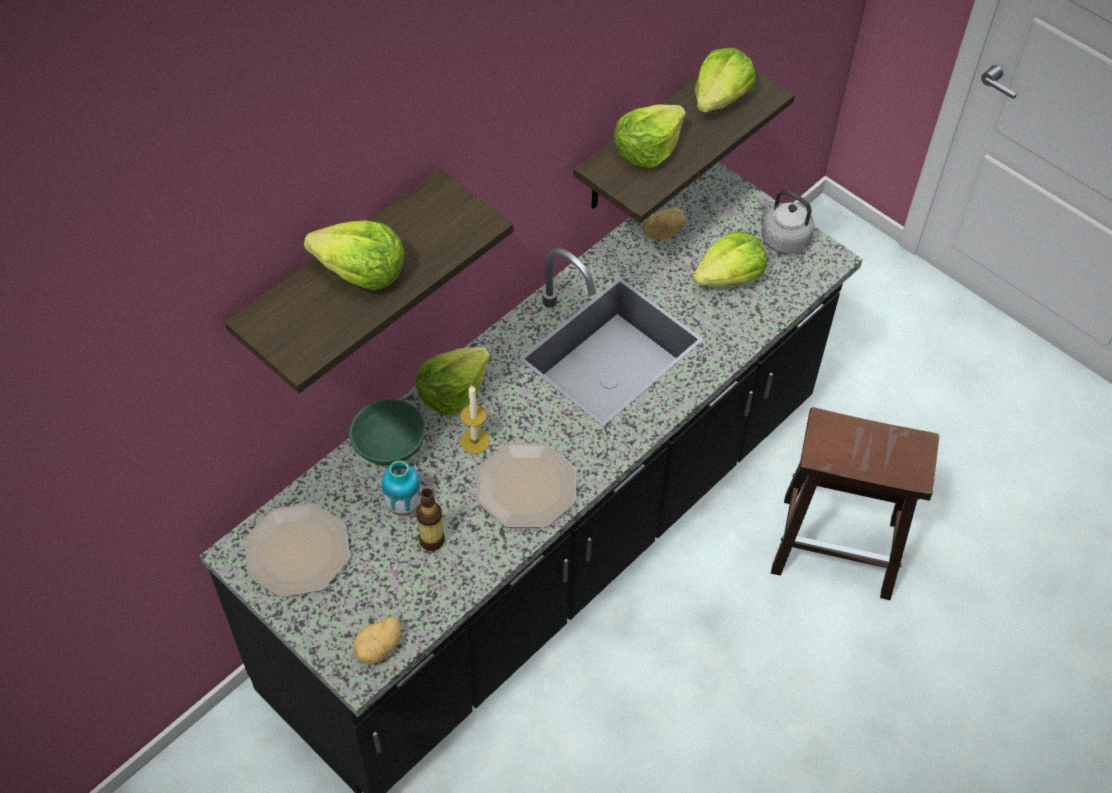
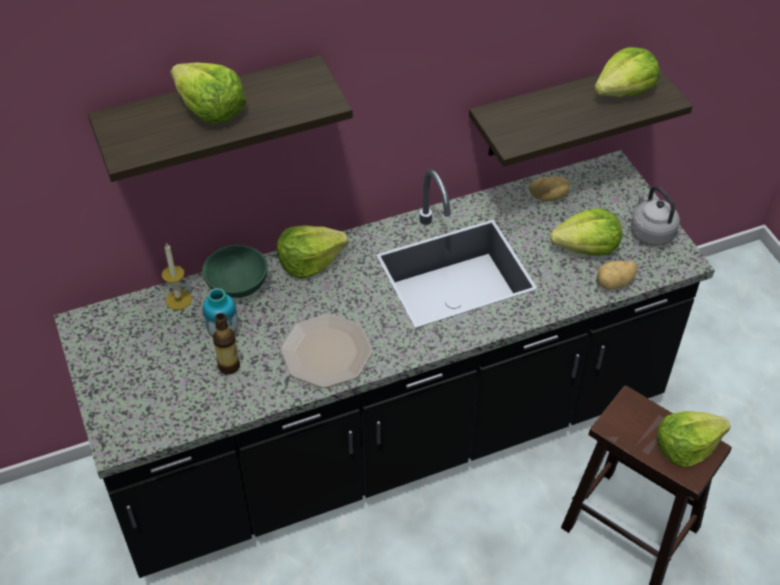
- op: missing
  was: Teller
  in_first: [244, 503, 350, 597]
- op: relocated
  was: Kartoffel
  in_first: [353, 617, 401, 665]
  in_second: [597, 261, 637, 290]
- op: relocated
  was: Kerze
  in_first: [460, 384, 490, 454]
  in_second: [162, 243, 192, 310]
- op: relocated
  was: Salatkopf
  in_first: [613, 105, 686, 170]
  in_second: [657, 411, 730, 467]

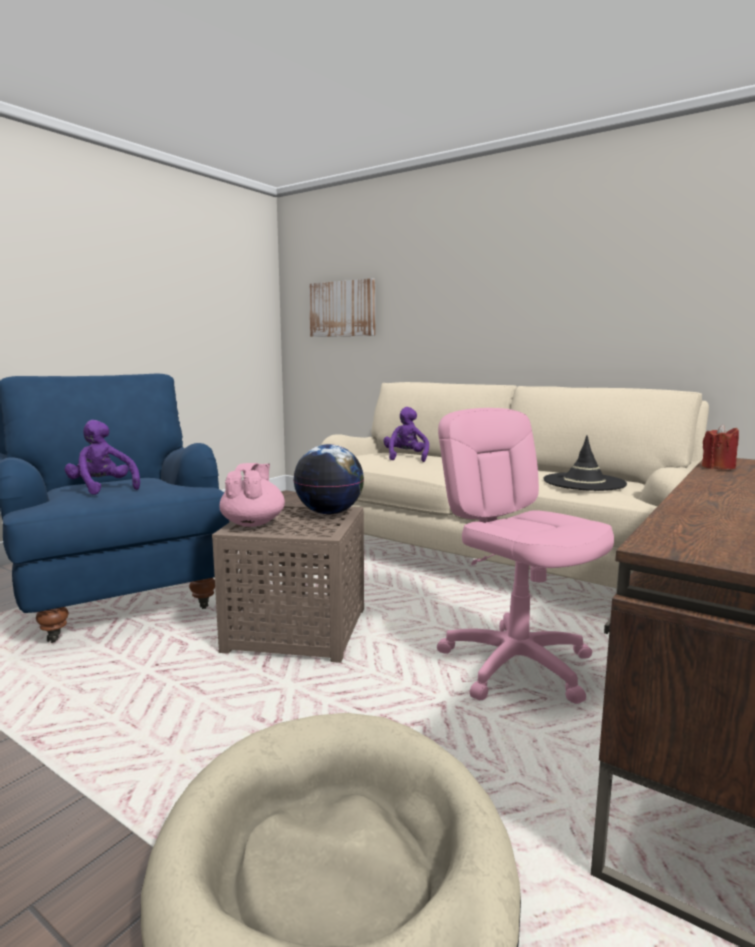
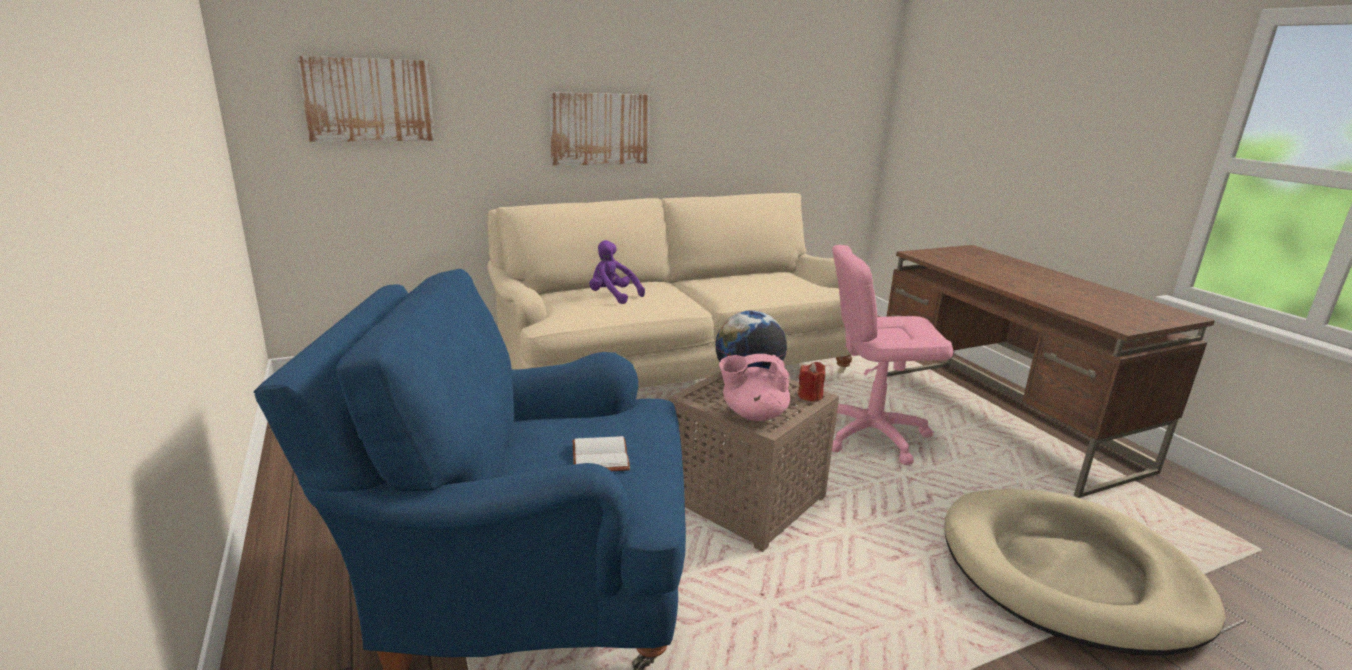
- op: exchanged
  was: Plüschtier (lila)
  now: Buch (weiß)
  in_first: [64, 420, 140, 495]
  in_second: [573, 436, 630, 471]
- op: spun
  was: Teekanne (rosa)
  in_first: [219, 463, 285, 527]
  in_second: [719, 354, 790, 421]
  clockwise: -45
- op: missing
  was: Hut (schwarz)
  in_first: [543, 435, 627, 491]
- op: relocated
  was: Kerze (rot)
  in_first: [702, 424, 739, 470]
  in_second: [798, 362, 825, 402]
- op: appeared
  now: Bild
  in_second: [550, 92, 651, 166]

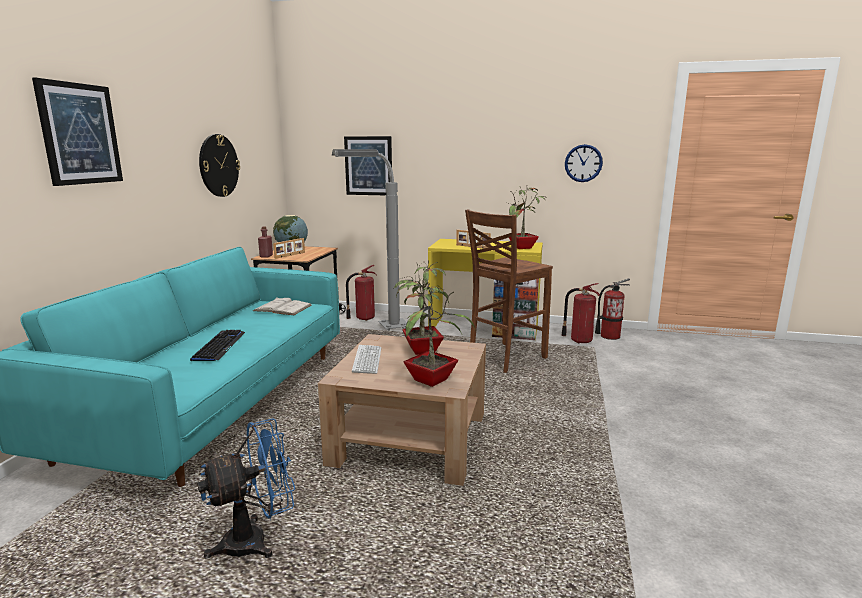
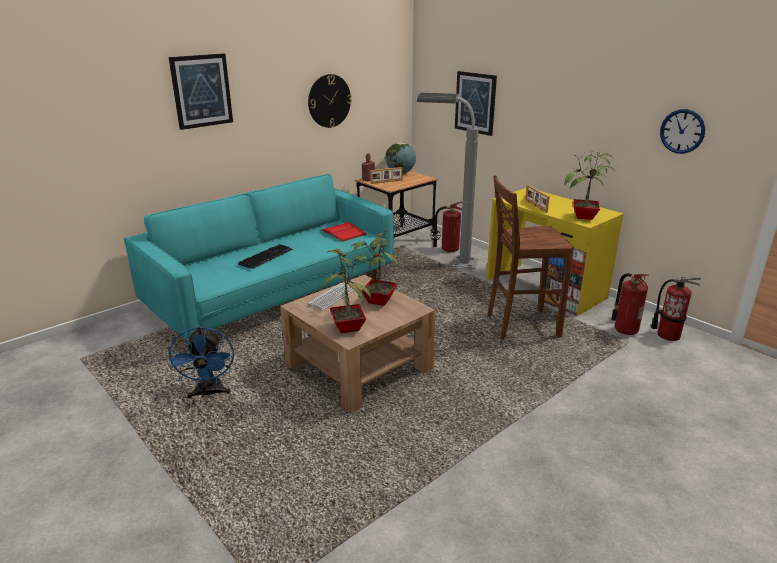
- op: spun
  was: Ventilator (blau)
  in_first: [197, 418, 295, 559]
  in_second: [169, 326, 234, 398]
  clockwise: 75
- op: colour
  was: Buch (weiß)
  now: Buch (rot)
  in_first: [253, 297, 312, 315]
  in_second: [321, 222, 367, 242]

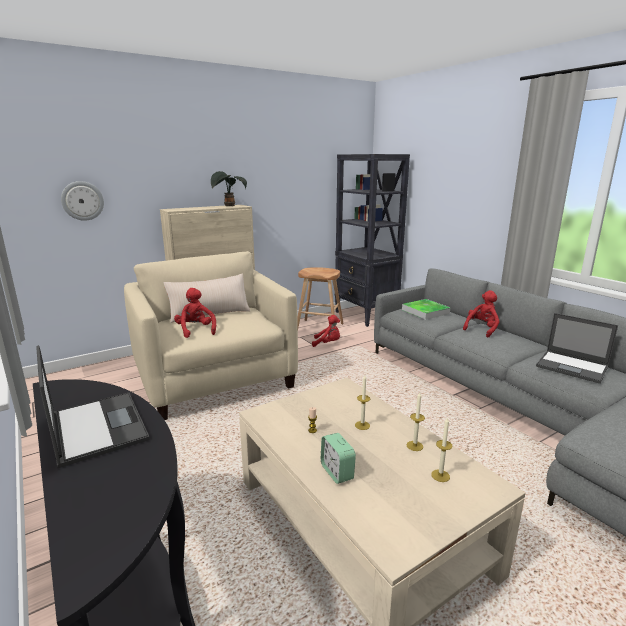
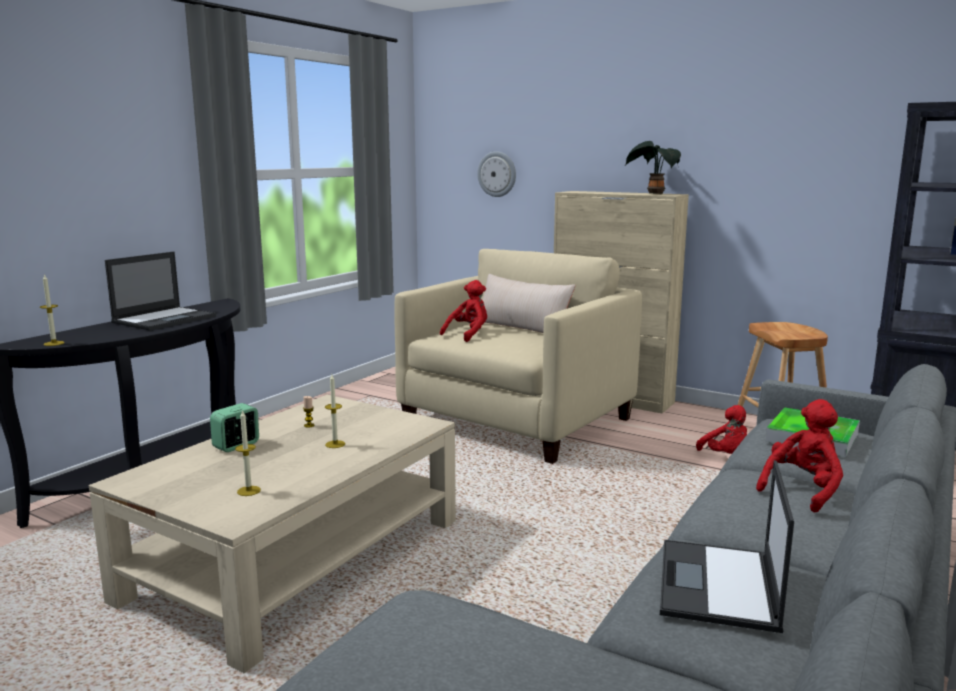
- op: relocated
  was: Kerze
  in_first: [407, 392, 425, 451]
  in_second: [40, 274, 65, 346]
- op: spun
  was: Plüschtier (rot)
  in_first: [463, 290, 500, 338]
  in_second: [756, 399, 843, 513]
  clockwise: -60

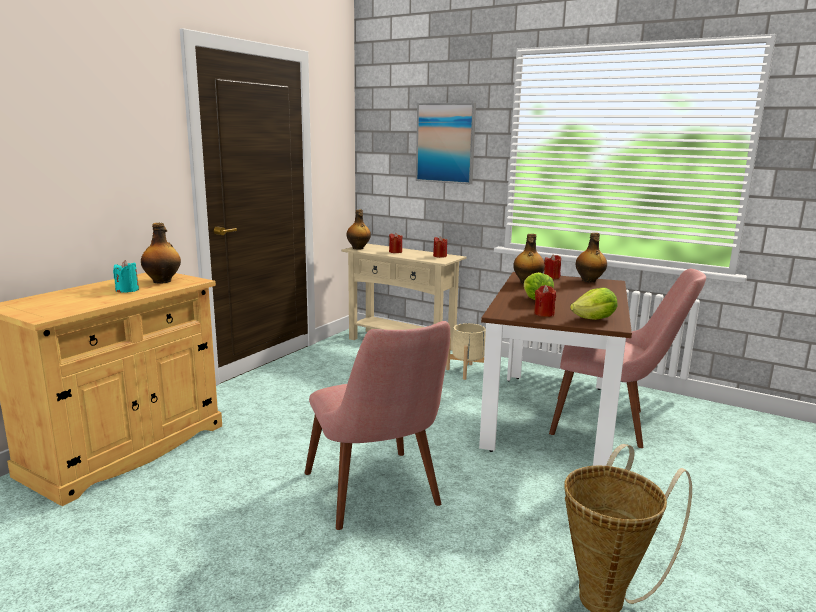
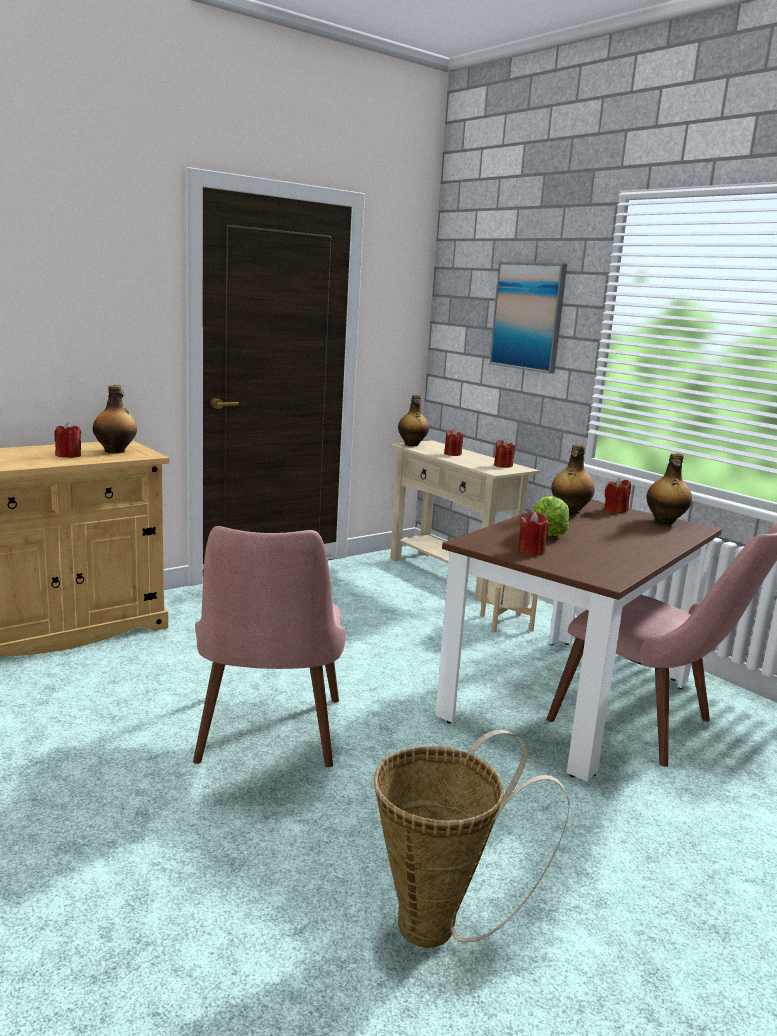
- op: colour
  was: Kerze (türkis)
  now: Kerze (rot)
  in_first: [113, 260, 139, 293]
  in_second: [55, 422, 81, 458]
- op: missing
  was: Salatkopf
  in_first: [570, 288, 617, 320]

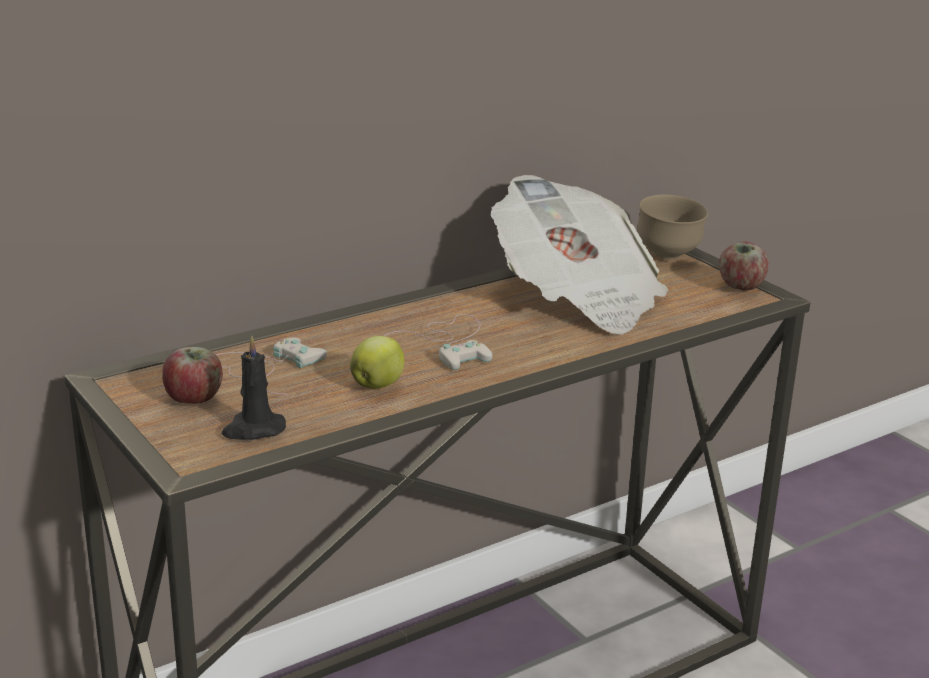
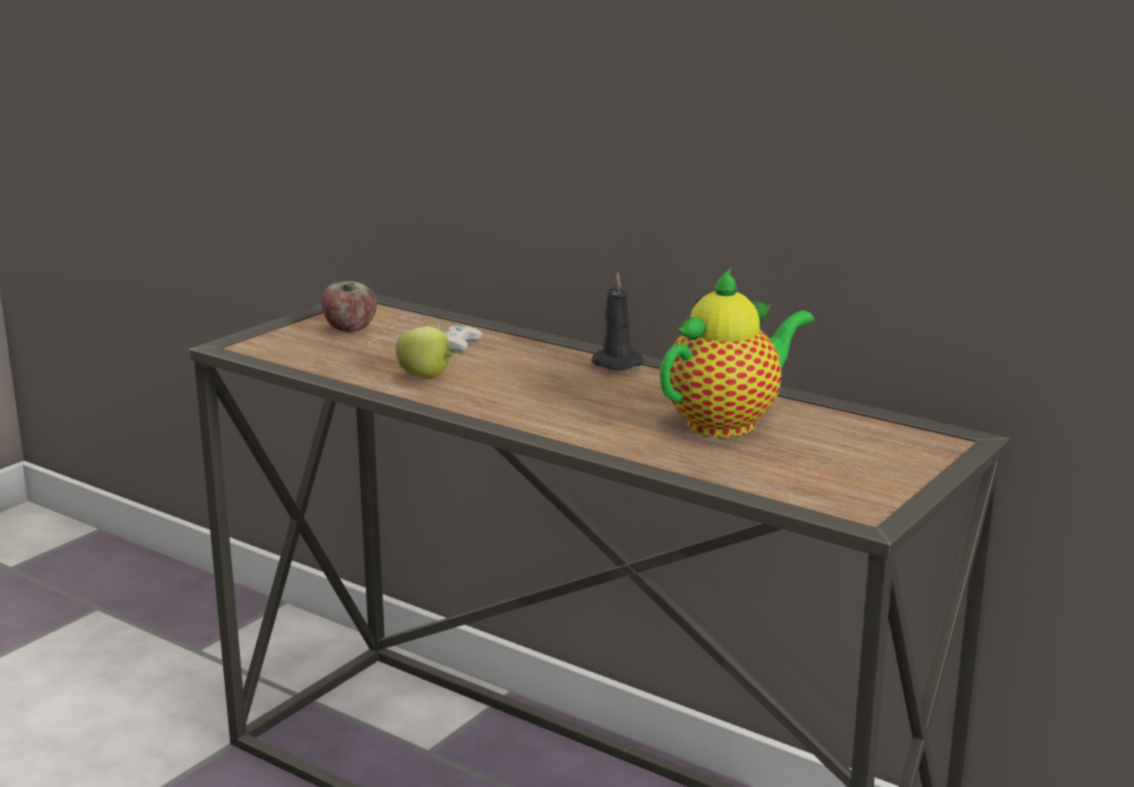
- op: relocated
  was: Kerze (schwarz)
  in_first: [222, 335, 286, 440]
  in_second: [591, 272, 644, 371]
- op: missing
  was: Gamepad (weiß)
  in_first: [384, 314, 493, 370]
- op: exchanged
  was: Zeitung
  now: Teekanne
  in_first: [491, 175, 668, 335]
  in_second: [660, 268, 814, 437]
- op: missing
  was: Schüssel (braun)
  in_first: [637, 195, 708, 259]
- op: missing
  was: Apfel
  in_first: [719, 242, 769, 291]

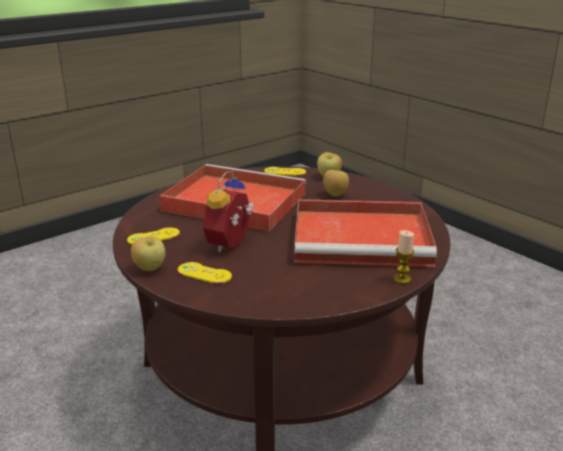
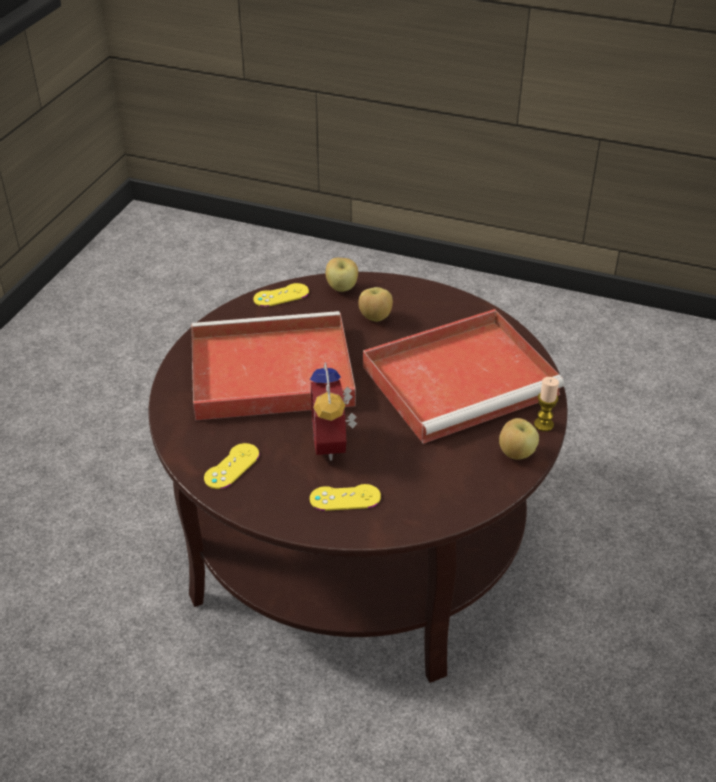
- op: relocated
  was: Apfel
  in_first: [131, 237, 166, 271]
  in_second: [499, 418, 539, 460]

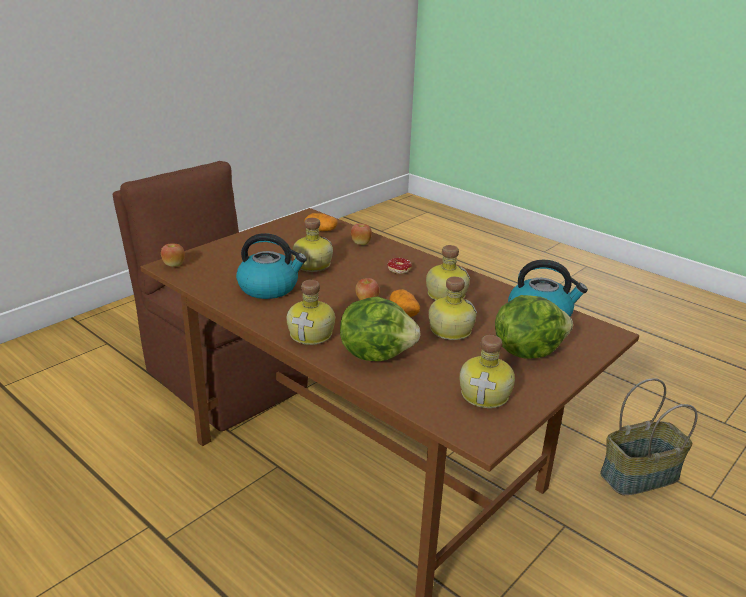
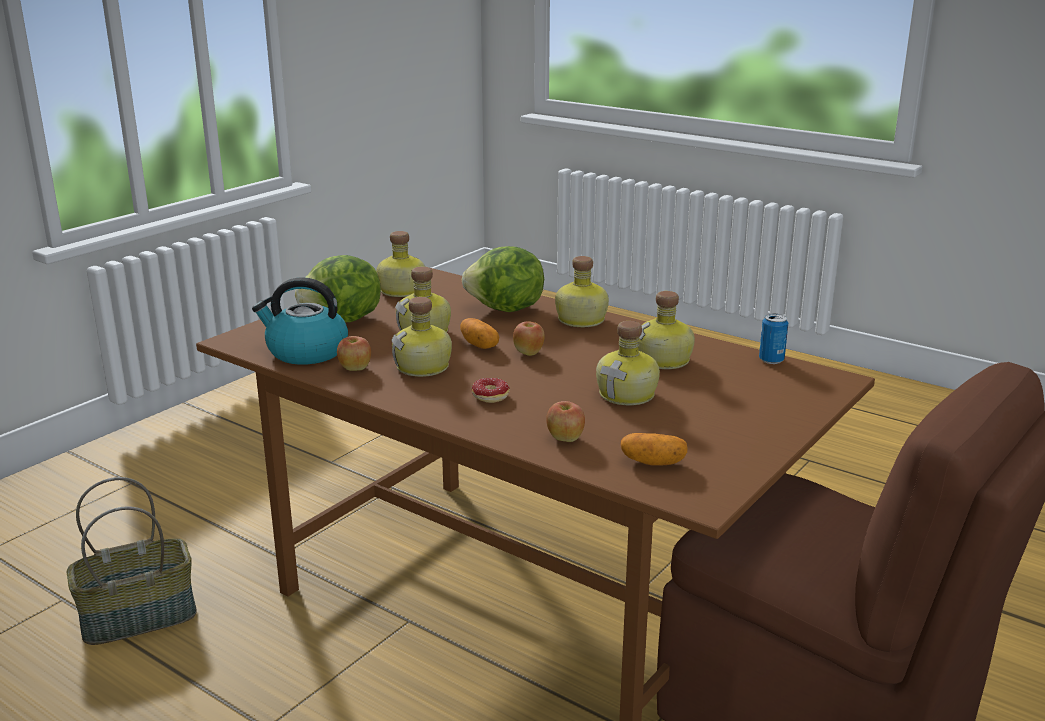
- op: relocated
  was: Apfel
  in_first: [161, 243, 185, 267]
  in_second: [337, 336, 371, 371]
- op: exchanged
  was: Wasserkessel
  now: Flasche
  in_first: [236, 233, 307, 299]
  in_second: [638, 291, 695, 369]
- op: appeared
  now: Dose
  in_second: [759, 314, 788, 364]

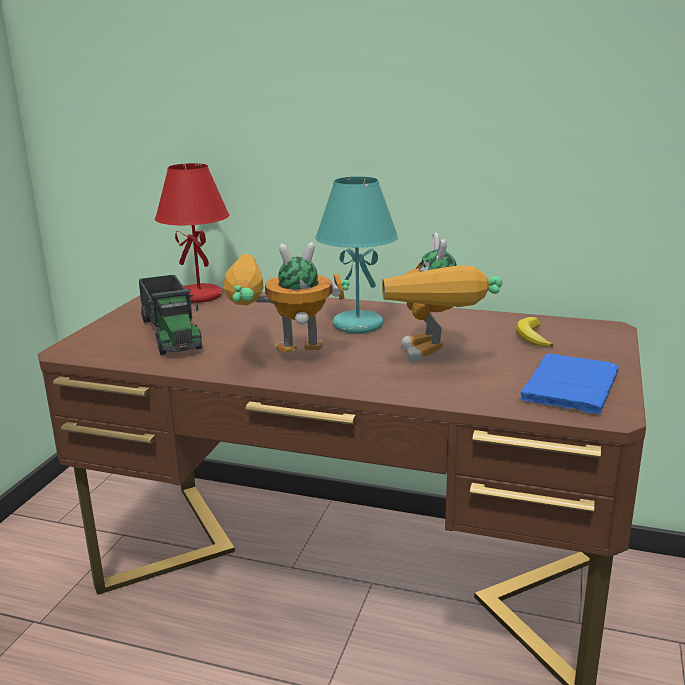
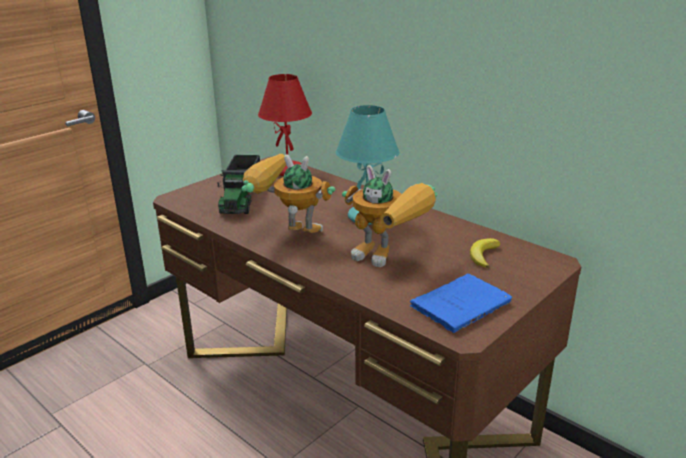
- op: spun
  was: Spielzeugroboter
  in_first: [382, 232, 502, 363]
  in_second: [342, 165, 437, 267]
  clockwise: -75

